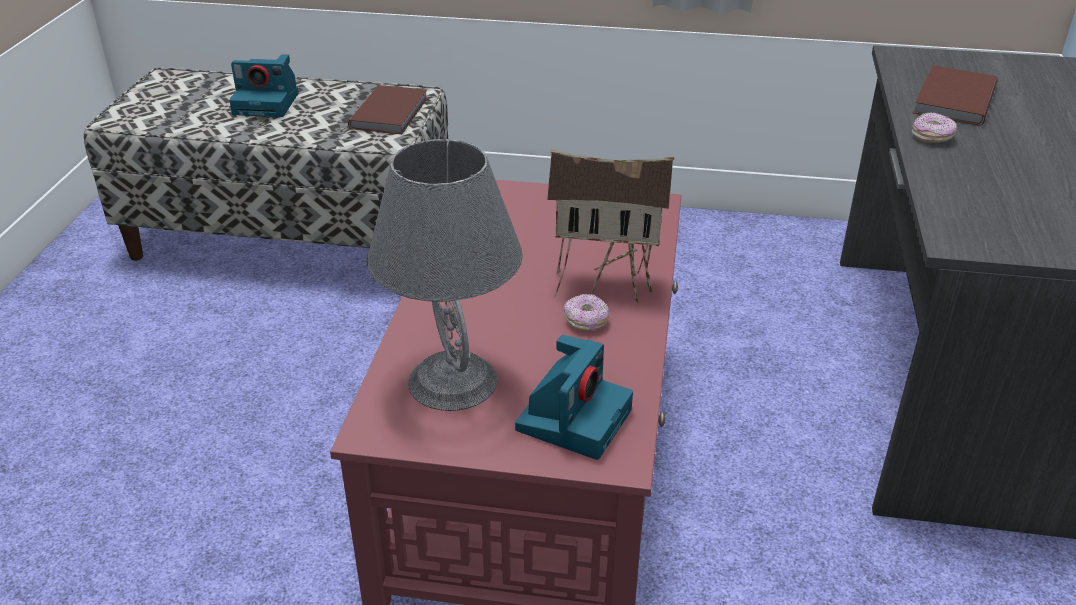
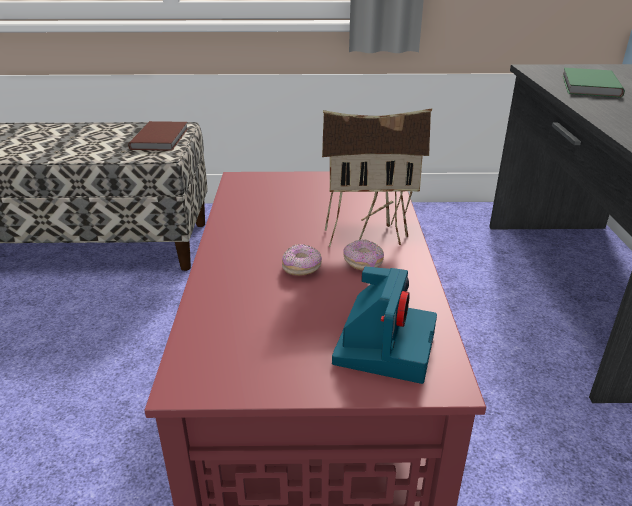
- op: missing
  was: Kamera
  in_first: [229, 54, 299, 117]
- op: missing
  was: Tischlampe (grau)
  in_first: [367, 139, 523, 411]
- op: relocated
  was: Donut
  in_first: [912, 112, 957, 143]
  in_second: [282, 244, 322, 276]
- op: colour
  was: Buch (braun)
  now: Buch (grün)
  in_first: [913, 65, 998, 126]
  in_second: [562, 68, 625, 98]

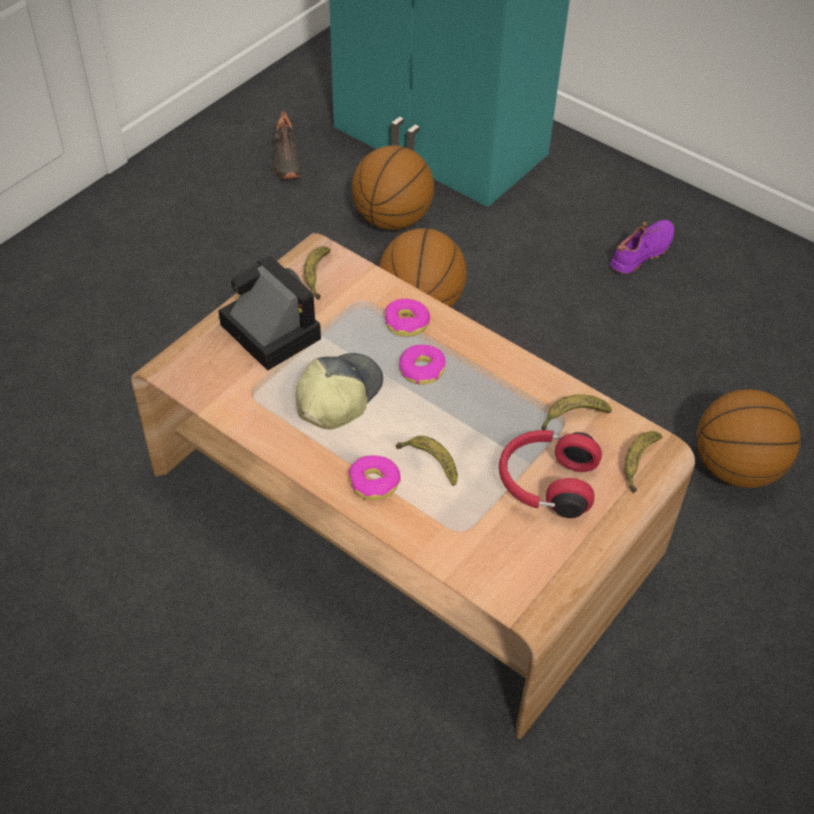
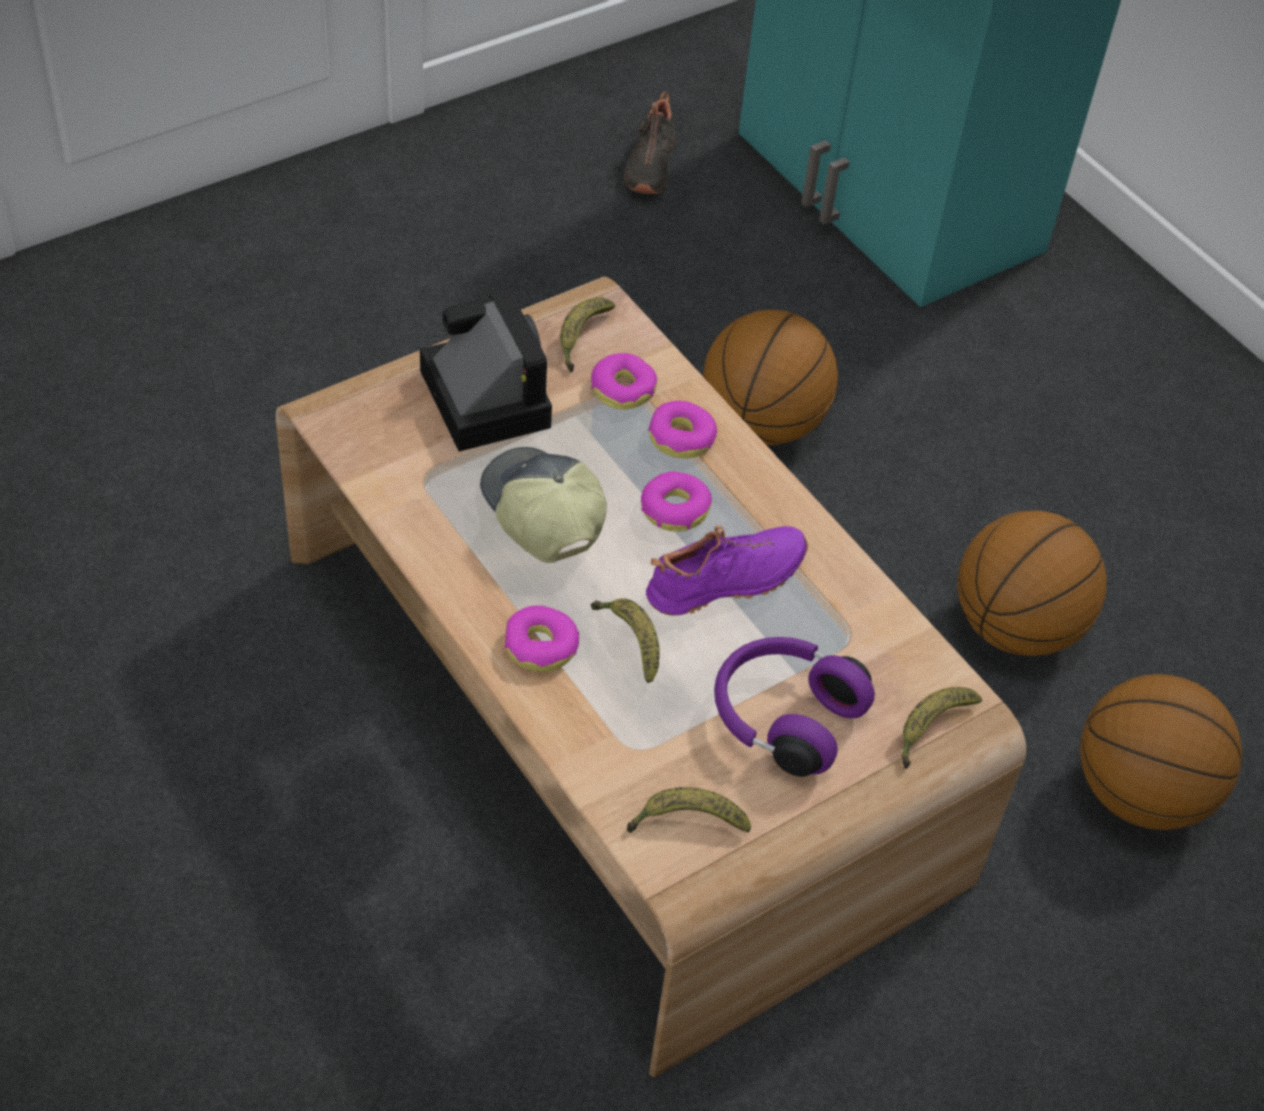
- op: spun
  was: Kappe
  in_first: [296, 353, 383, 430]
  in_second: [480, 447, 607, 563]
  clockwise: -75
- op: relocated
  was: Basketball
  in_first: [351, 145, 434, 230]
  in_second: [958, 510, 1106, 656]
- op: colour
  was: Kopfhörer (rot)
  now: Kopfhörer (lila)
  in_first: [499, 430, 602, 518]
  in_second: [714, 637, 875, 777]
- op: relocated
  was: Banane
  in_first: [541, 394, 612, 430]
  in_second: [627, 787, 751, 833]
- op: relocated
  was: Schuh (lila)
  in_first: [610, 220, 674, 274]
  in_second: [646, 525, 808, 616]
- op: appeared
  now: Donut
  in_second: [591, 353, 657, 410]

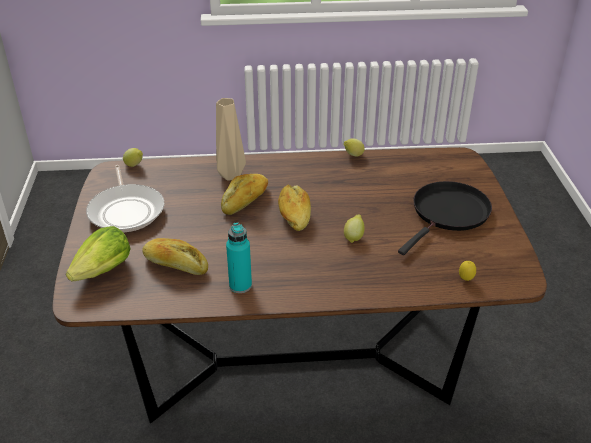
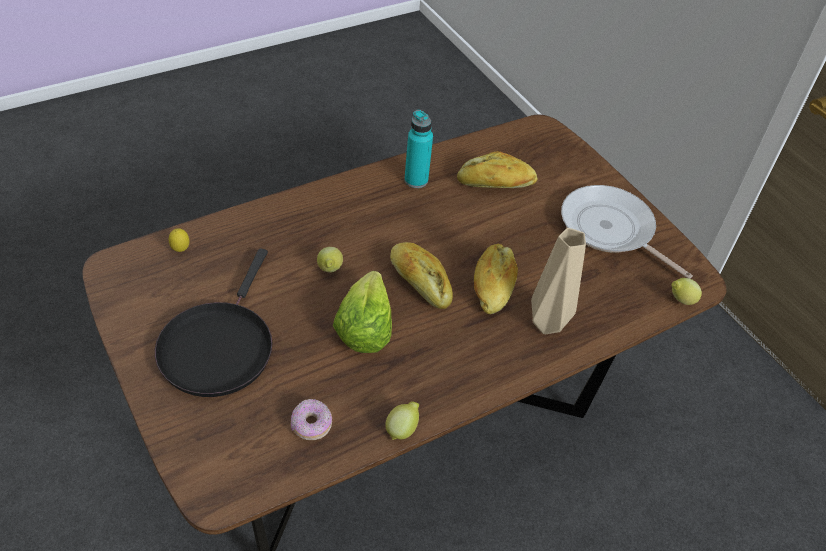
- op: relocated
  was: Salatkopf
  in_first: [66, 226, 131, 281]
  in_second: [333, 271, 392, 353]
- op: appeared
  now: Donut
  in_second: [291, 399, 332, 440]

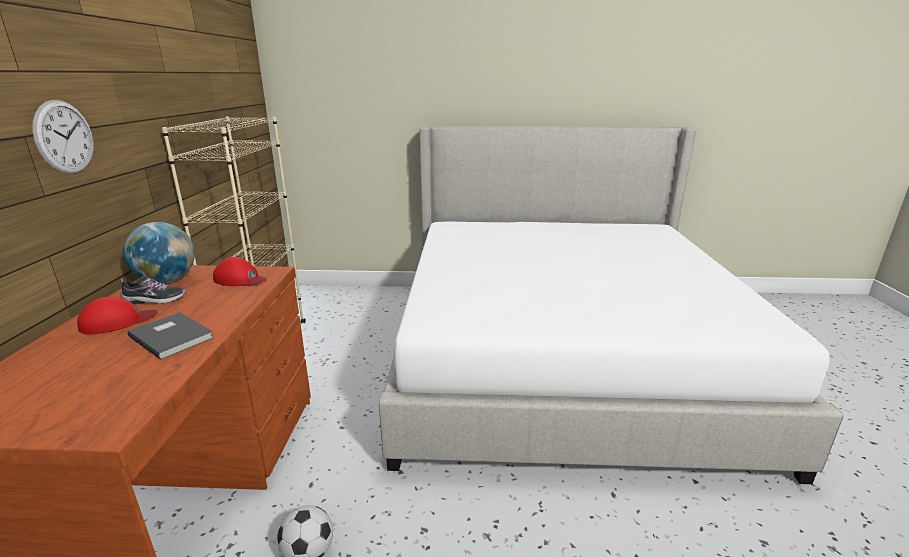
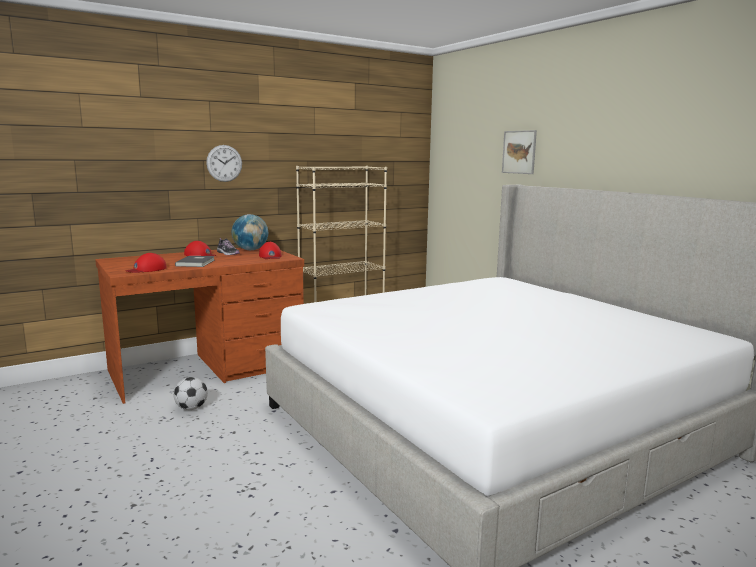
- op: appeared
  now: Kappe (rot)
  in_second: [125, 253, 167, 273]
- op: appeared
  now: Bild
  in_second: [502, 130, 537, 174]

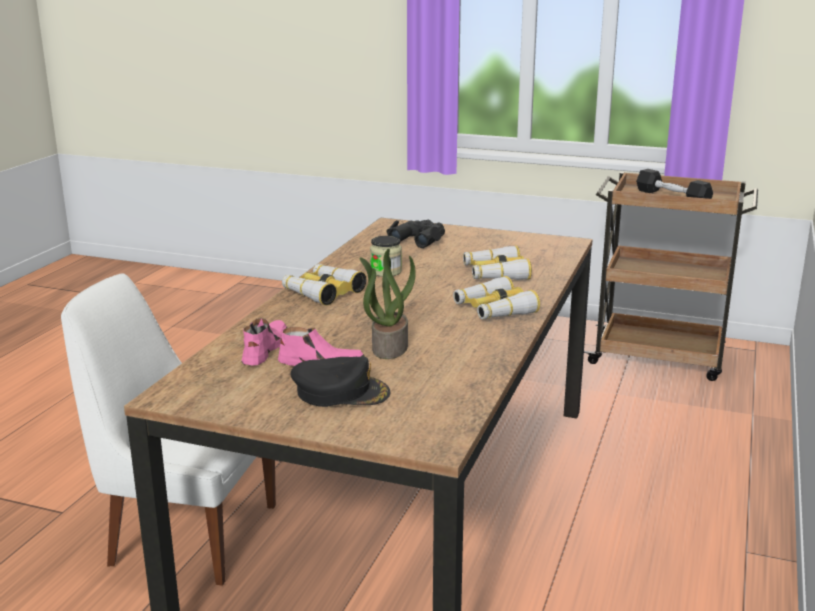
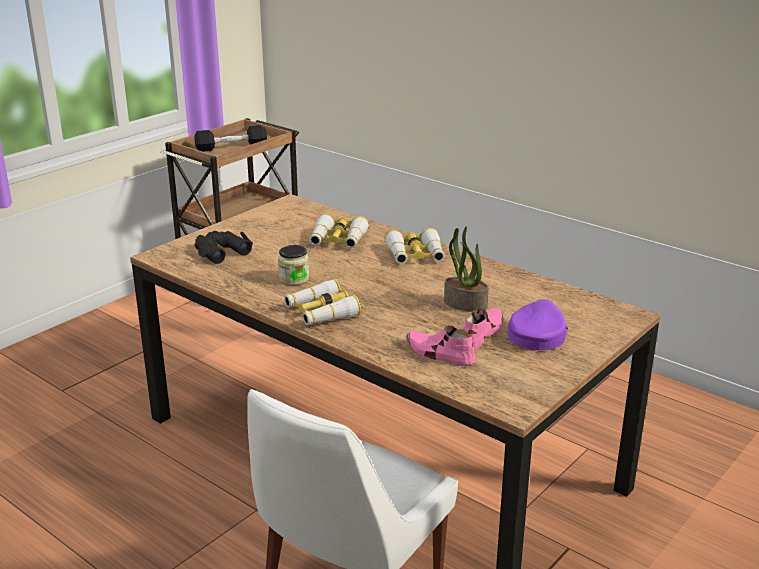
- op: colour
  was: Kappe (schwarz)
  now: Kappe (lila)
  in_first: [291, 357, 390, 407]
  in_second: [508, 299, 568, 350]

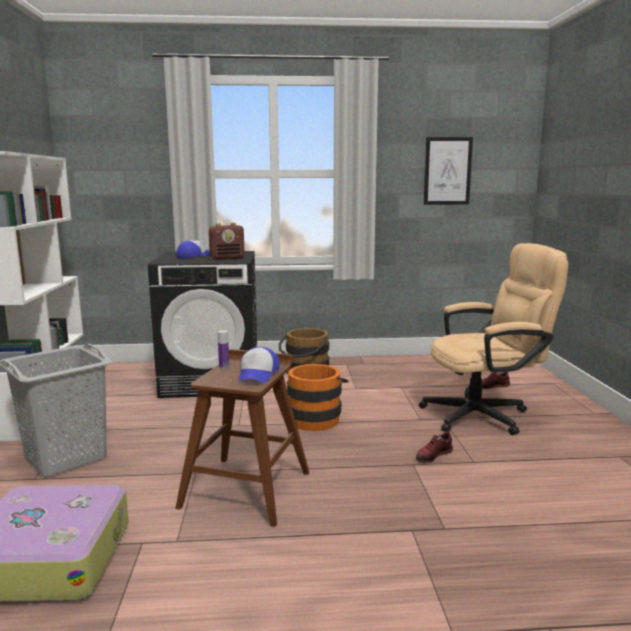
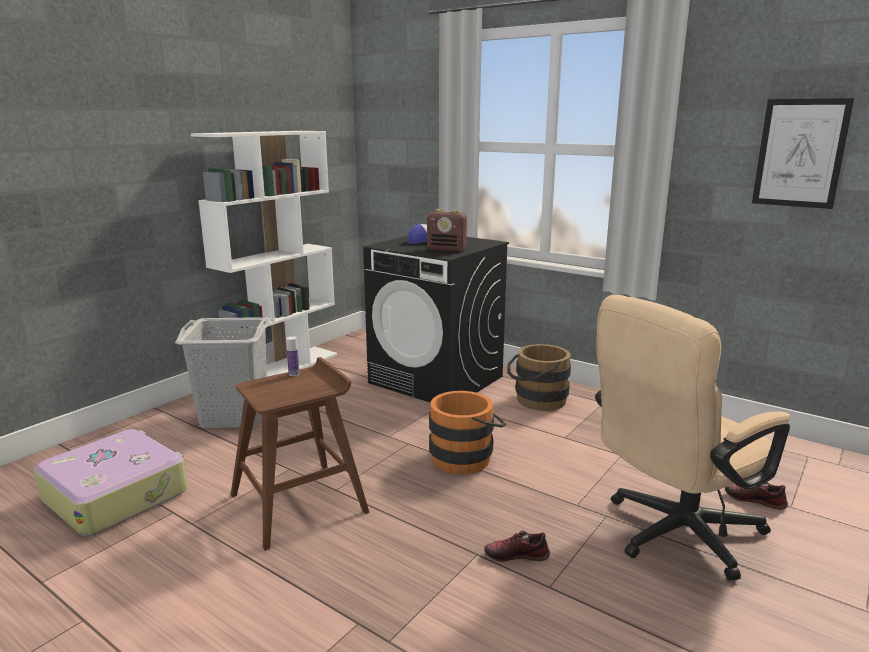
- op: missing
  was: Kappe
  in_first: [238, 347, 280, 383]
- op: spun
  was: Bürostuhl (beige)
  in_first: [419, 243, 568, 435]
  in_second: [595, 295, 790, 581]
  clockwise: 120

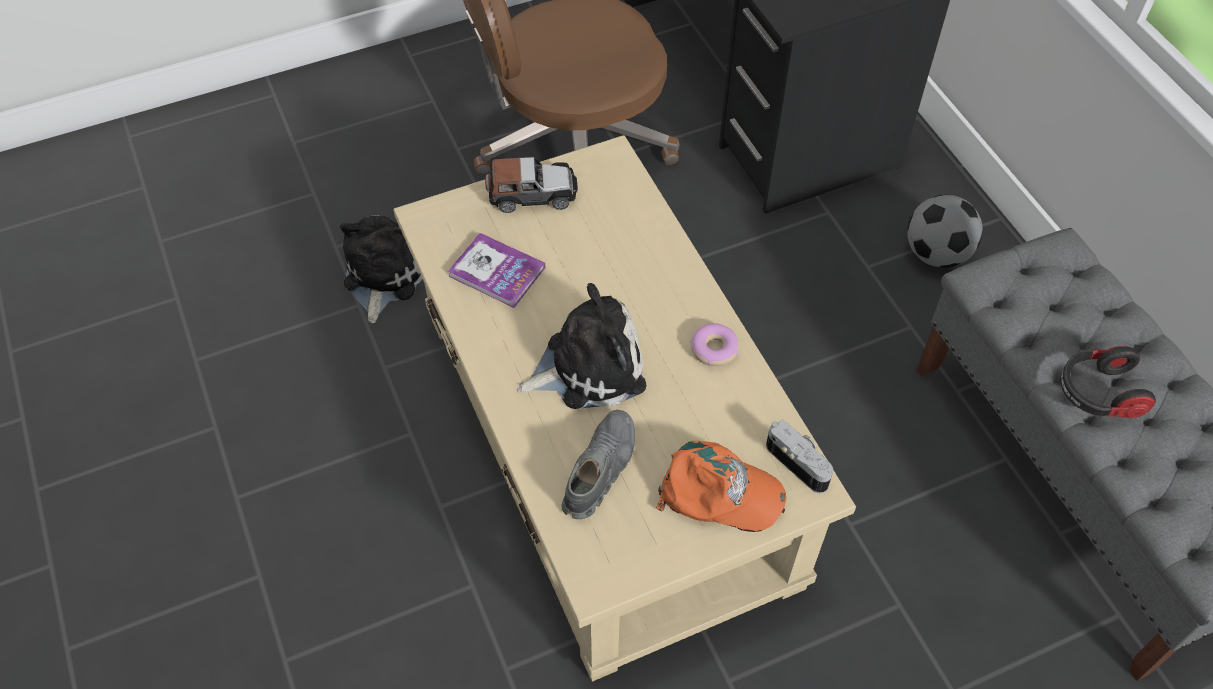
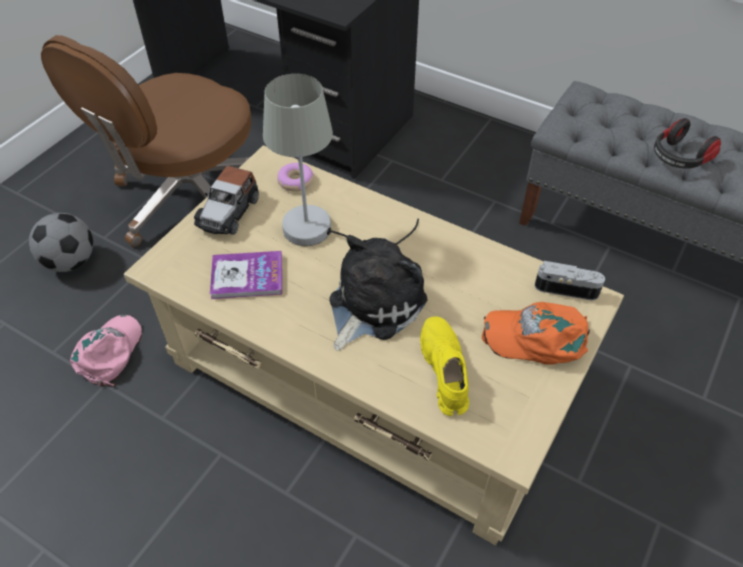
- op: exchanged
  was: Plüschtier
  now: Kappe (rosa)
  in_first: [340, 215, 422, 323]
  in_second: [70, 315, 142, 386]
- op: spun
  was: Spielzeugauto
  in_first: [485, 157, 578, 213]
  in_second: [194, 166, 259, 235]
  clockwise: 150
- op: colour
  was: Schuh (grau)
  now: Schuh (gelb)
  in_first: [561, 410, 635, 519]
  in_second: [420, 316, 469, 416]
- op: spun
  was: Kappe (orange)
  in_first: [656, 441, 786, 532]
  in_second: [482, 302, 590, 365]
  clockwise: -150
- op: relocated
  was: Donut
  in_first: [690, 323, 739, 366]
  in_second: [277, 163, 314, 192]
- op: relocated
  was: Fußball
  in_first: [907, 195, 983, 268]
  in_second: [29, 213, 93, 272]
- op: appeared
  now: Tischlampe (grau)
  in_second: [263, 74, 419, 246]

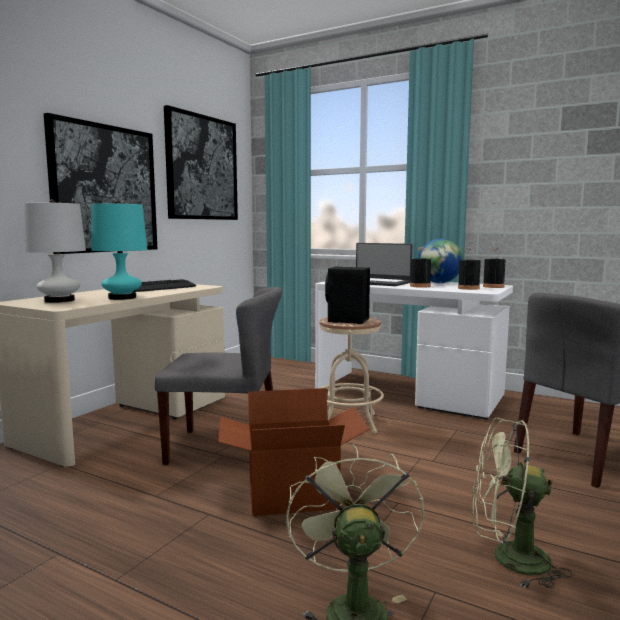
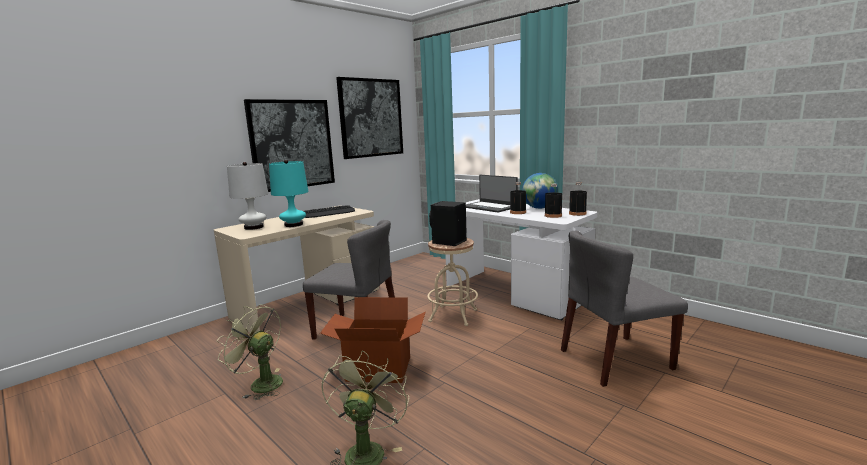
- op: relocated
  was: Ventilator (grün)
  in_first: [472, 418, 572, 589]
  in_second: [216, 304, 283, 400]

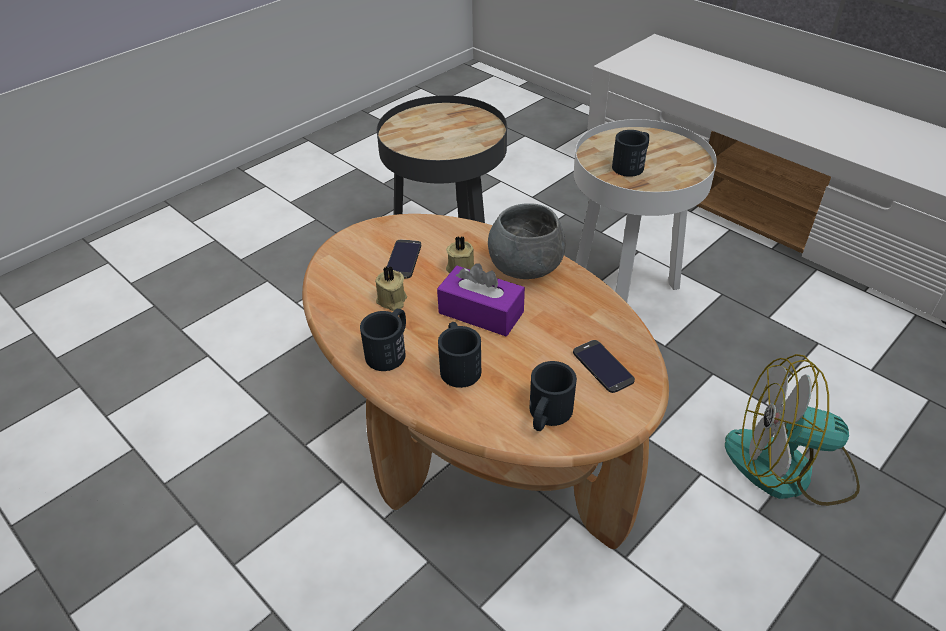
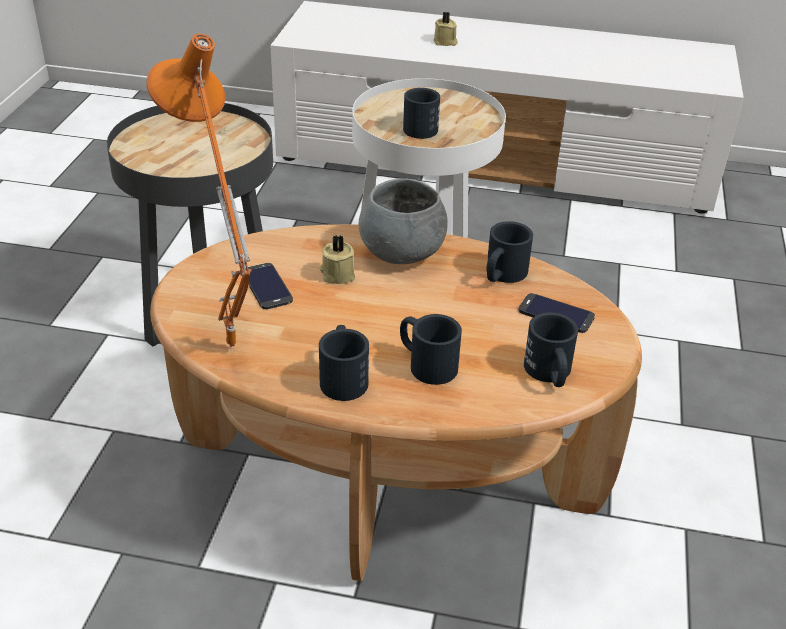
- op: relocated
  was: Kerze (beige)
  in_first: [375, 267, 407, 311]
  in_second: [433, 12, 458, 46]
- op: missing
  was: Taschentuchbox (lila)
  in_first: [437, 263, 525, 336]
- op: missing
  was: Ventilator
  in_first: [725, 354, 860, 506]
- op: appeared
  now: Tischlampe (orange)
  in_second: [146, 33, 252, 353]
- op: appeared
  now: Henkelbecher (schwarz)
  in_second: [486, 221, 533, 283]

